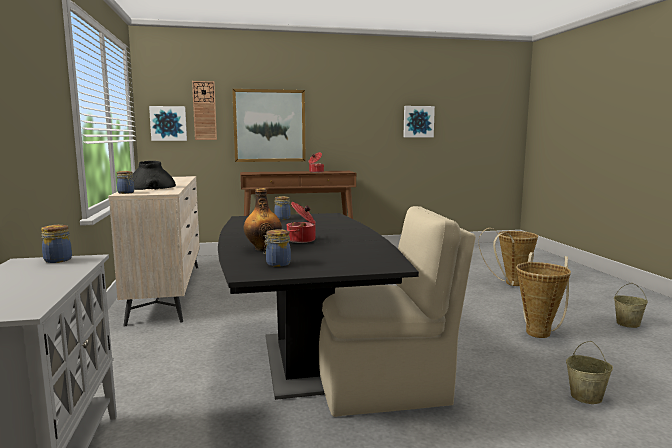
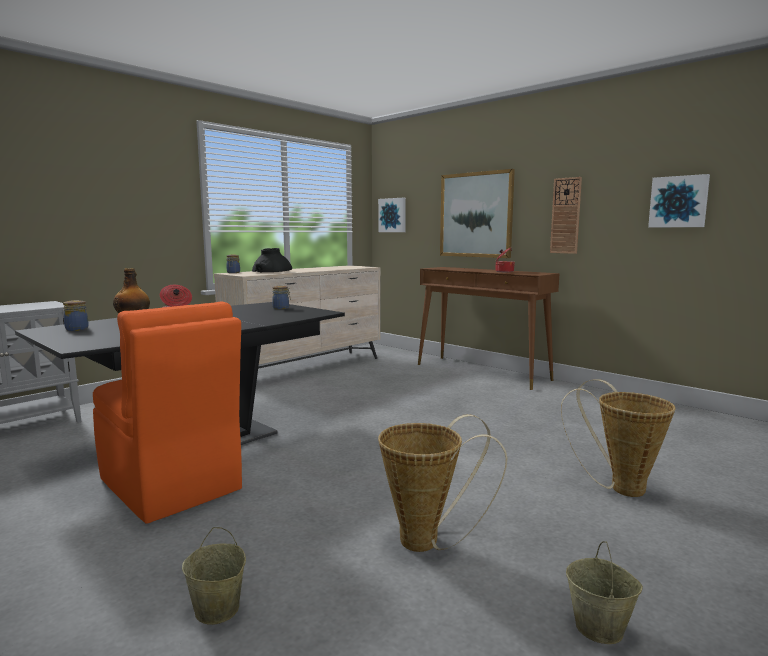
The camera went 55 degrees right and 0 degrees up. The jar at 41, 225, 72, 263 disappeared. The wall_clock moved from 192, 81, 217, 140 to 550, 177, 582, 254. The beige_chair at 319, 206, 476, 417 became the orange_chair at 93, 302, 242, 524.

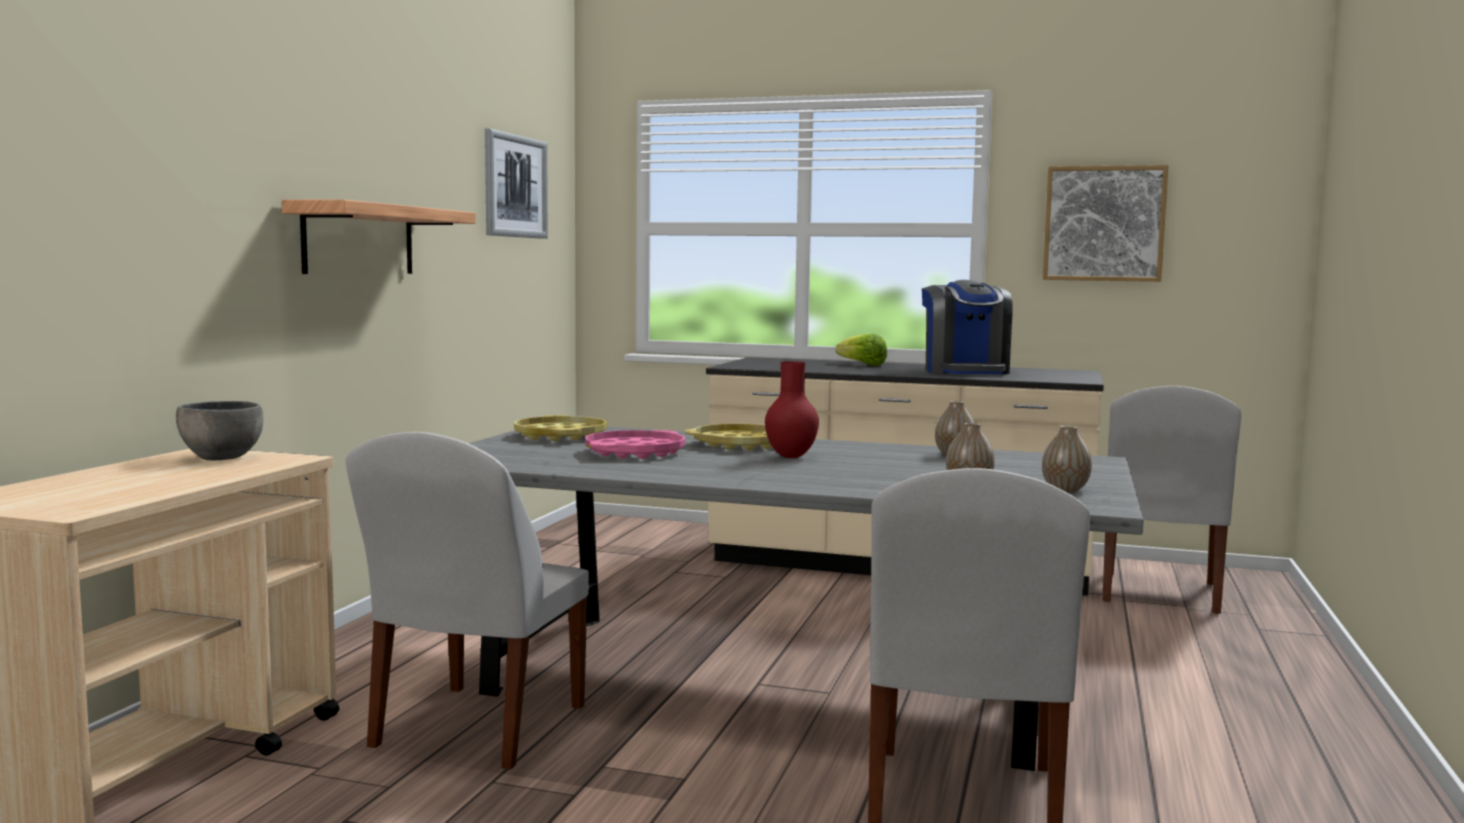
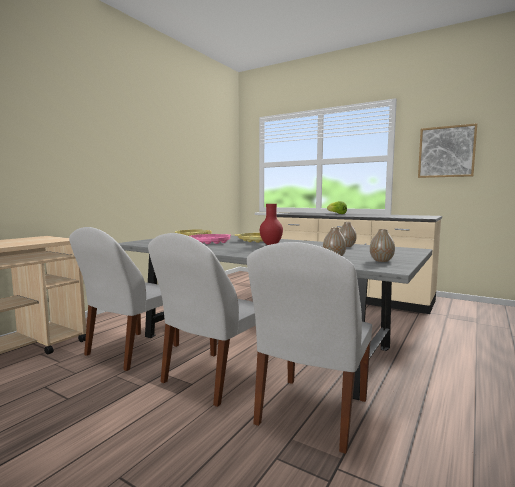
The camera went 15 degrees right and 0 degrees up. The grey_bowl at 176, 401, 263, 460 disappeared. The shelf at 282, 199, 476, 274 disappeared. The picture at 485, 128, 548, 239 disappeared. The coffee_machine at 922, 280, 1013, 374 disappeared. The white_chair moved from 1103, 386, 1241, 614 to 148, 233, 256, 407.

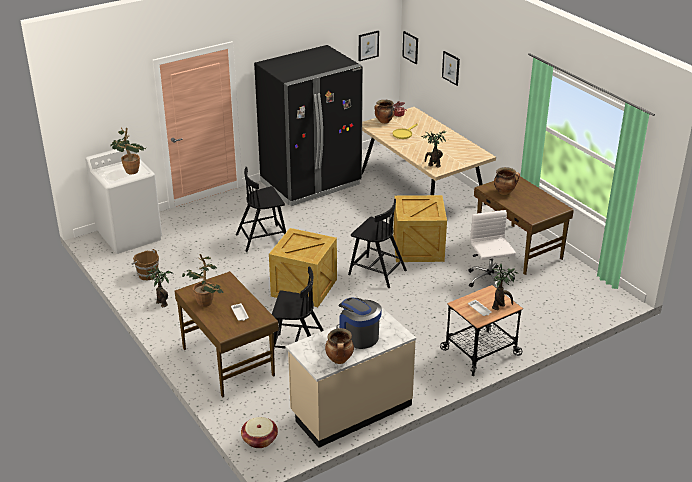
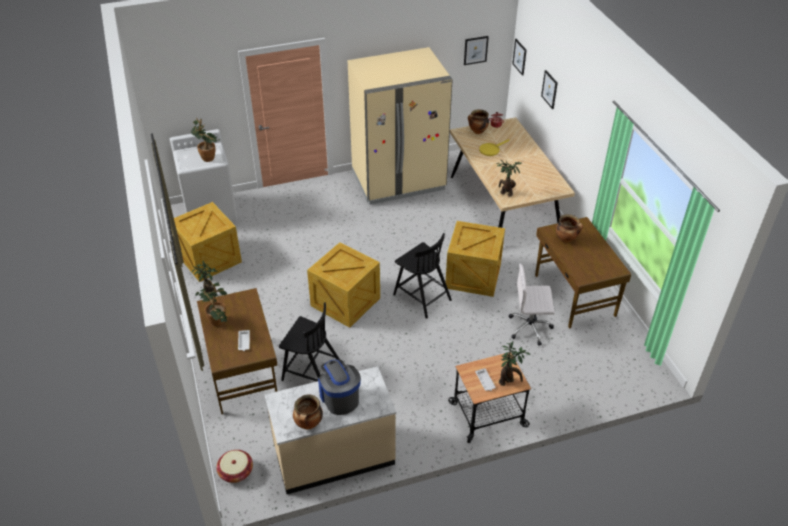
The camera went 15 degrees right and 10 degrees up. The brown_bucket at 132, 249, 159, 281 was replaced by the crate at 171, 202, 242, 282. The black_chair at 236, 167, 286, 252 disappeared. The black_fridge at 254, 45, 363, 206 became the beige_fridge at 348, 47, 453, 205. The white_office_chair at 468, 210, 516, 288 turned 90 degrees counterclockwise.

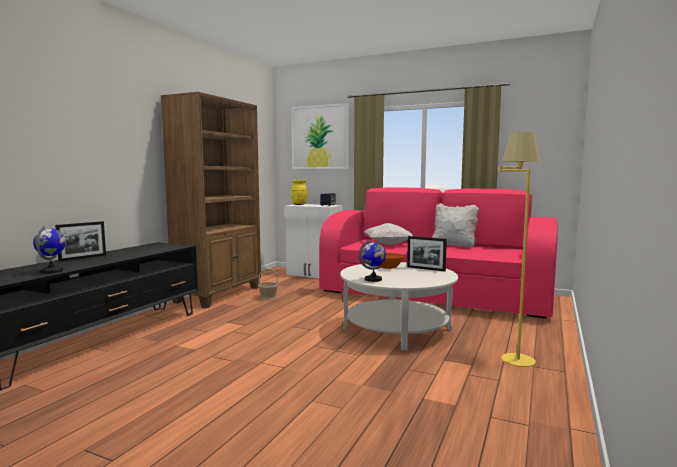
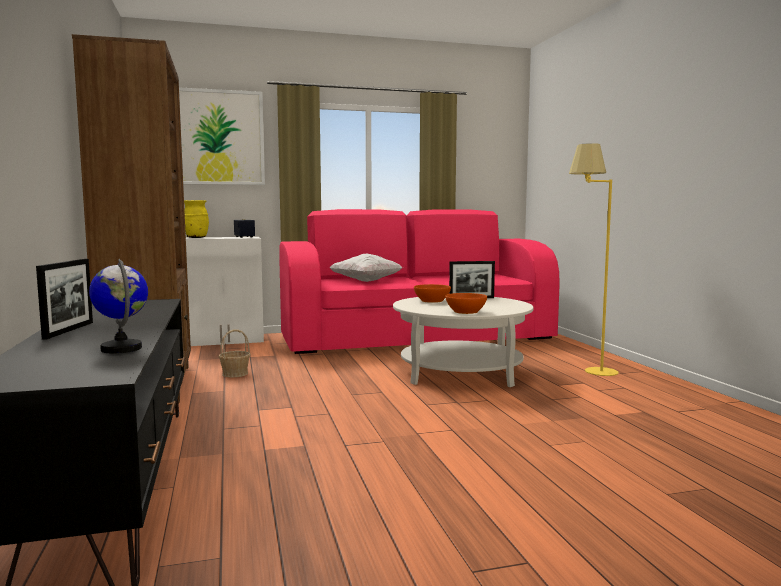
The camera went 40 degrees left and 0 degrees up. The globe at 359, 240, 386, 282 was replaced by the orange_bowl at 445, 293, 487, 314. The white_pillow at 432, 203, 479, 248 disappeared.

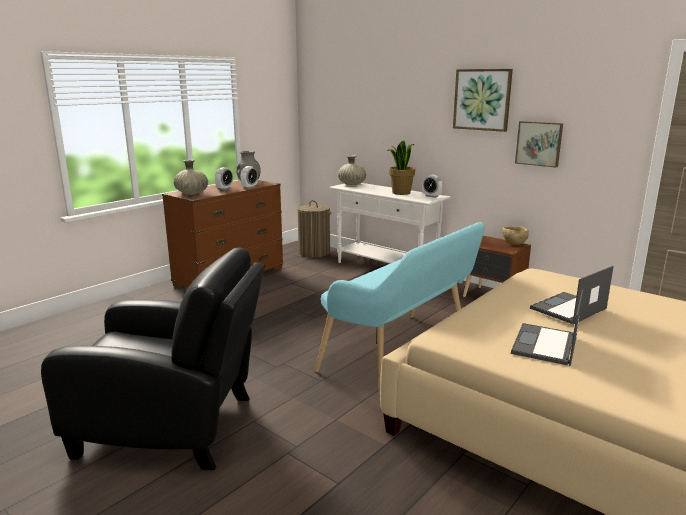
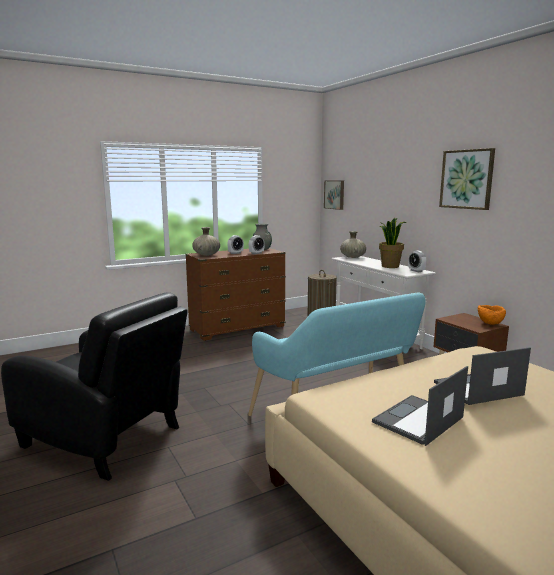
The camera went 20 degrees right and 5 degrees down. The beige_bowl at 502, 226, 529, 245 became the orange_bowl at 478, 305, 506, 325. The picture moved from 515, 121, 563, 168 to 324, 180, 344, 210.

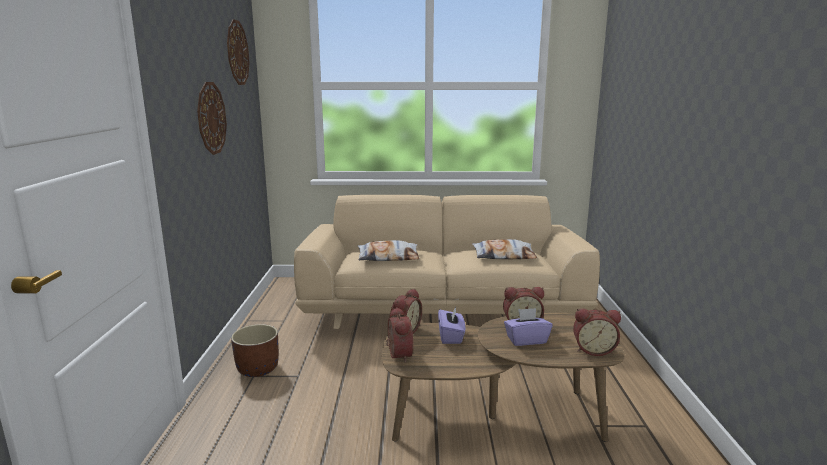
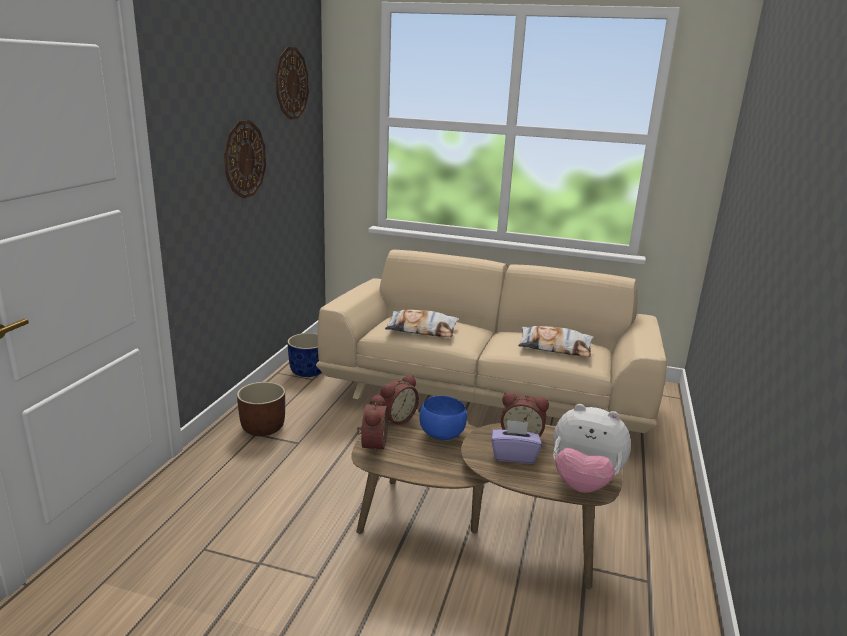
The camera went 15 degrees right and 5 degrees up. The purple_tissue_box at 438, 306, 465, 344 was replaced by the blue_bowl at 419, 396, 467, 440. The alarm_clock at 573, 308, 621, 356 was replaced by the plush_toy at 553, 404, 631, 493. The blue_planter at 287, 333, 322, 377 appeared.

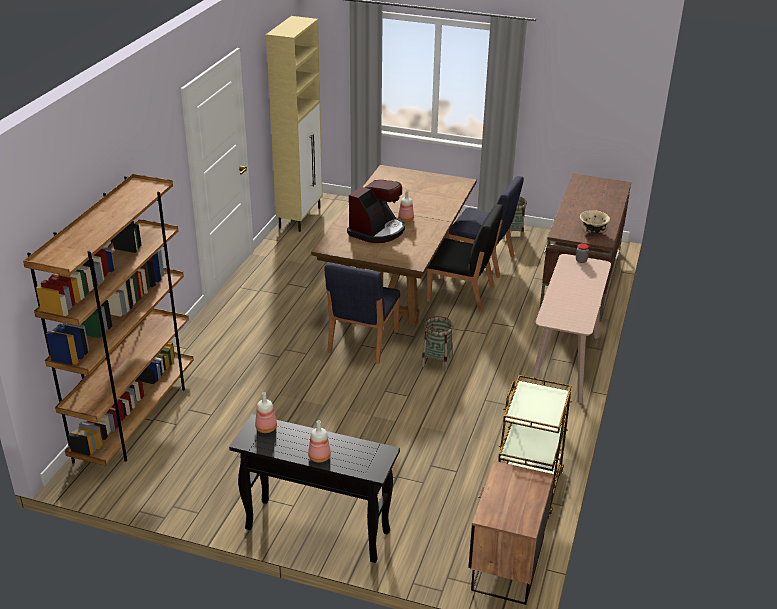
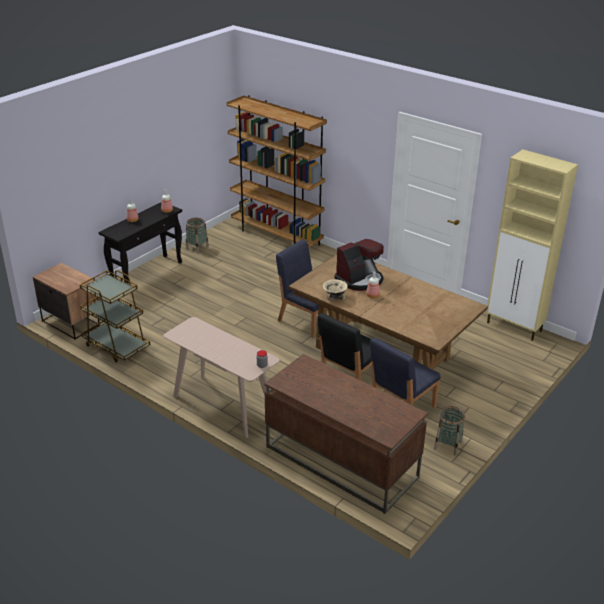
The camera went 110 degrees right and 0 degrees up. The coffee_machine at 347, 180, 405, 243 turned 90 degrees counterclockwise. The basket moved from 421, 316, 453, 371 to 186, 218, 209, 253. The beige_bowl moved from 580, 210, 610, 234 to 323, 279, 348, 300.

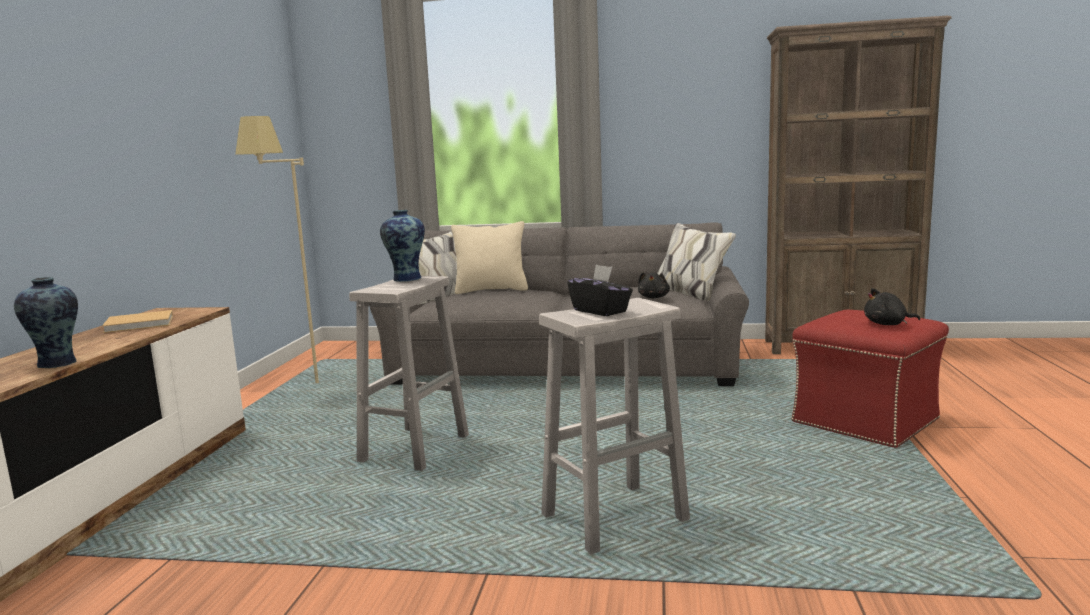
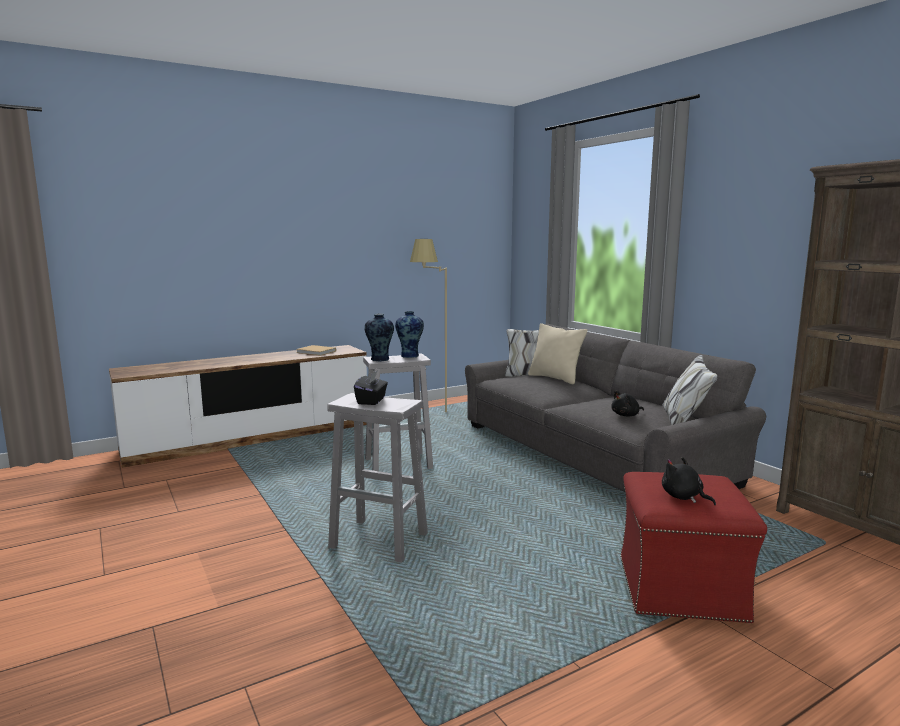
The camera went 50 degrees right and 0 degrees up. The vase moved from 14, 277, 78, 368 to 365, 313, 394, 361.

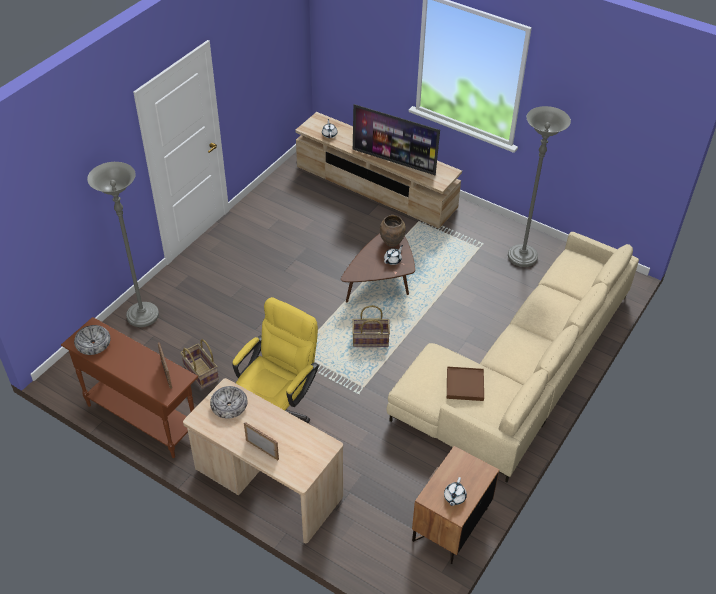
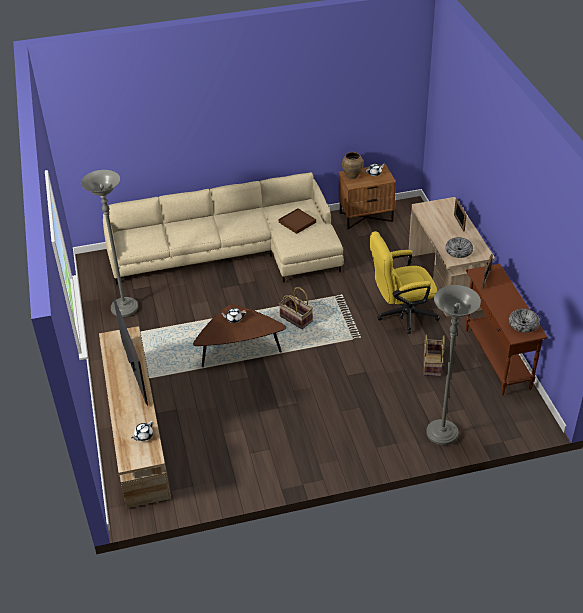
The camera went 135 degrees left and 5 degrees down. The brown_vase moved from 380, 215, 406, 247 to 342, 152, 363, 179.

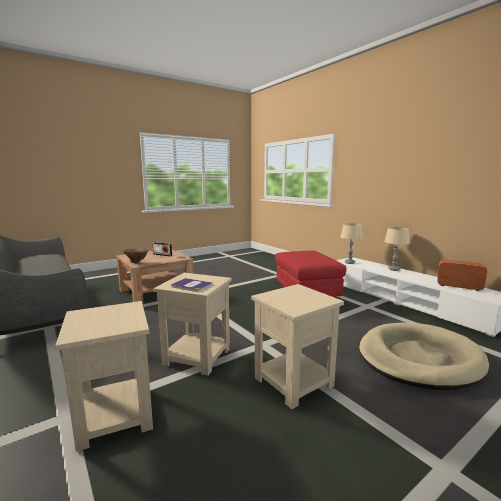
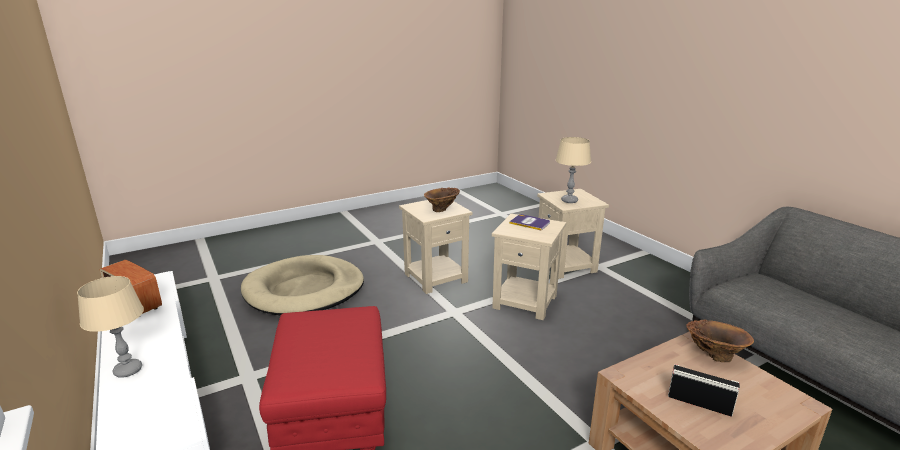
The camera went 175 degrees left and 10 degrees up. The beige_table_lamp moved from 341, 223, 363, 264 to 556, 137, 591, 203. The brown_vase at 424, 187, 460, 212 appeared.

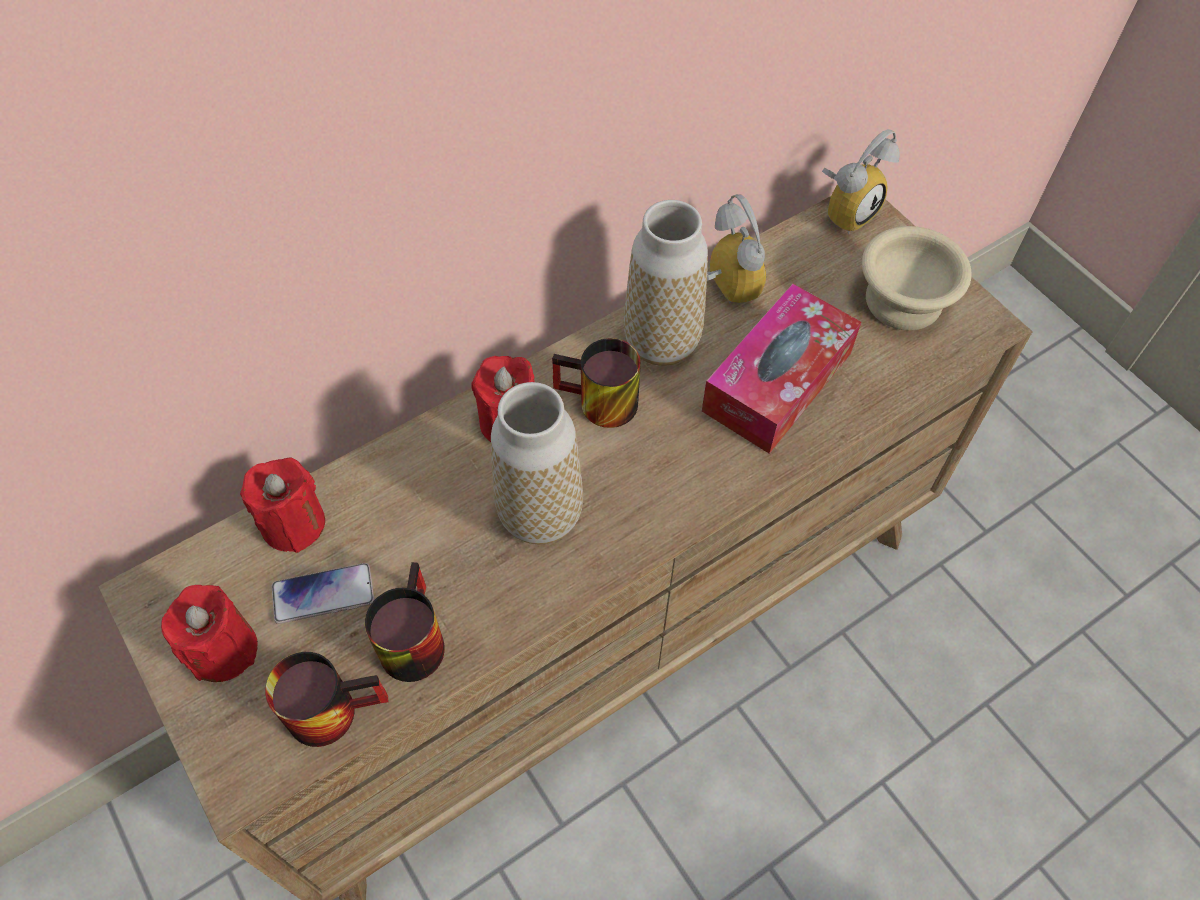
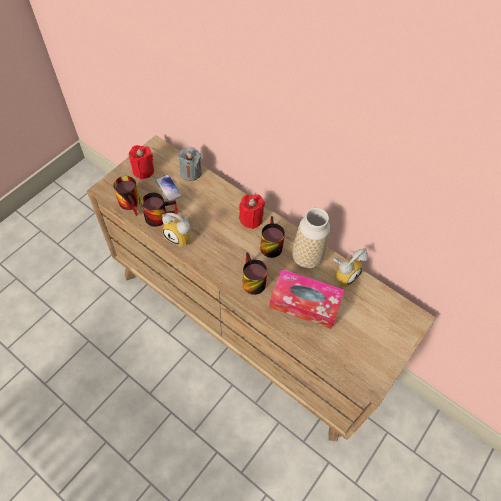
The camera went 70 degrees right and 0 degrees up. The red_candle at 240, 458, 325, 553 became the grey_candle at 178, 147, 202, 181. The vase at 491, 382, 583, 545 disappeared. The alarm_clock moved from 822, 129, 900, 234 to 162, 213, 190, 247. The beige_bowl at 862, 226, 972, 331 disappeared. The mug at 243, 252, 267, 295 appeared.

